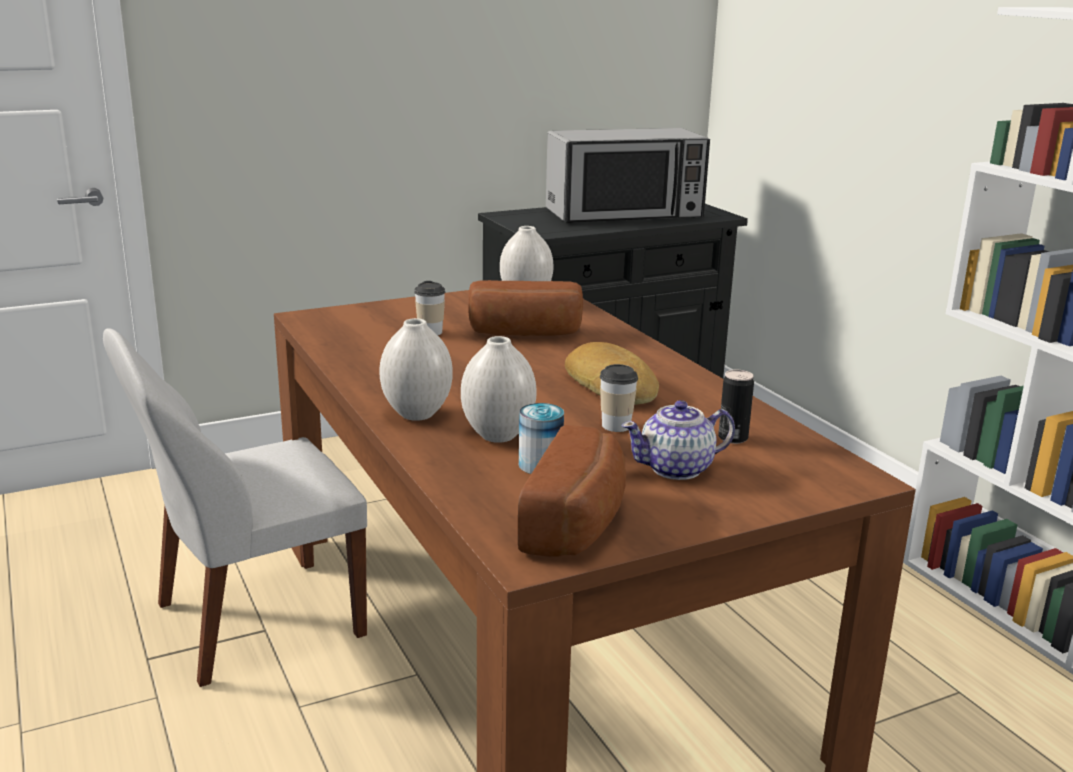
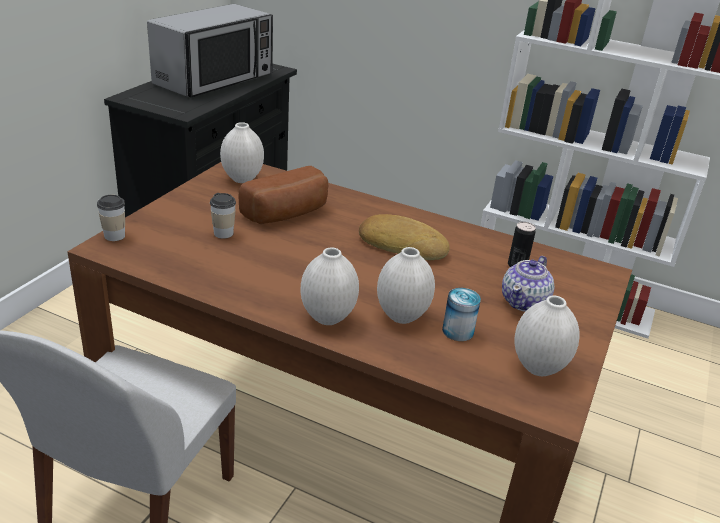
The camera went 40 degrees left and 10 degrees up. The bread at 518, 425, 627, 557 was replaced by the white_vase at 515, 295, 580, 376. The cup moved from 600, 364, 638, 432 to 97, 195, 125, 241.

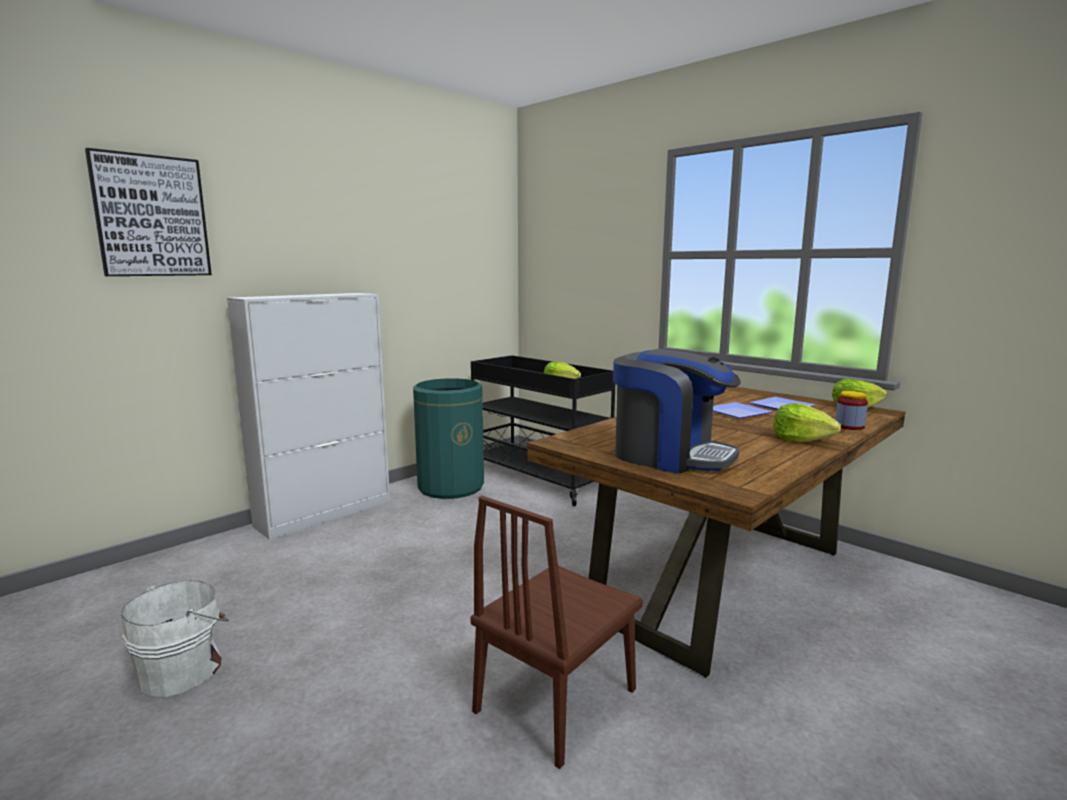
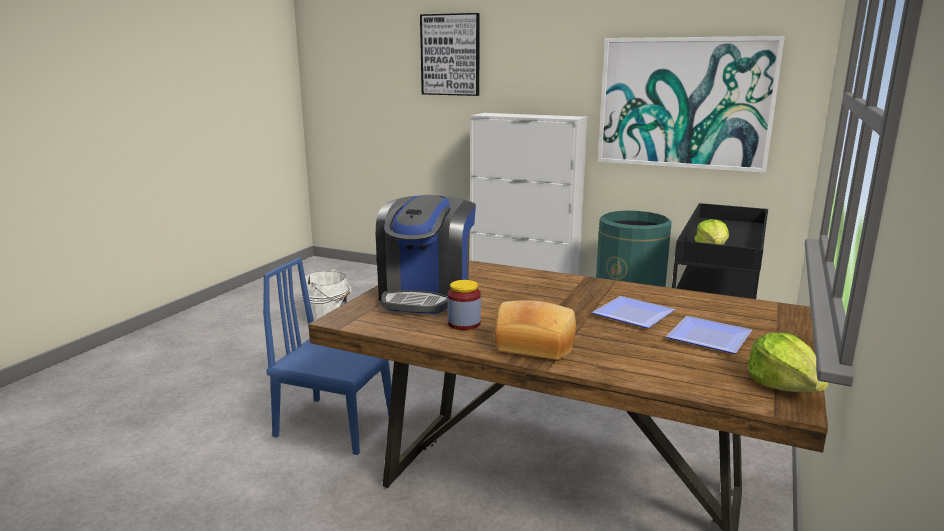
The camera went 70 degrees right and 5 degrees up. The brown_chair at 470, 496, 643, 769 became the blue_chair at 263, 257, 392, 455. The lettuce at 773, 403, 841, 442 was replaced by the bread at 495, 300, 576, 360. The jar moved from 835, 391, 868, 430 to 447, 280, 481, 330. The picture at 598, 36, 785, 173 appeared.

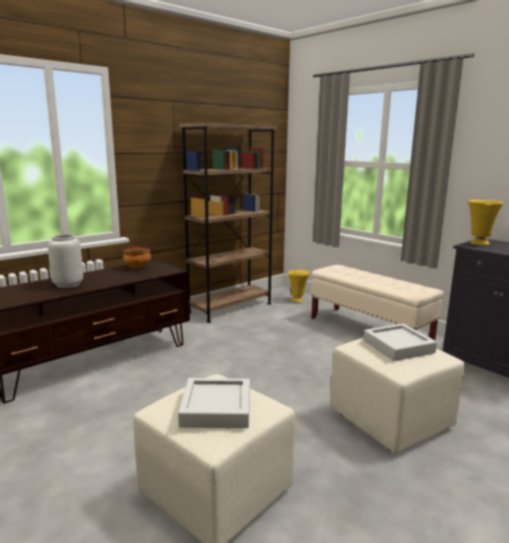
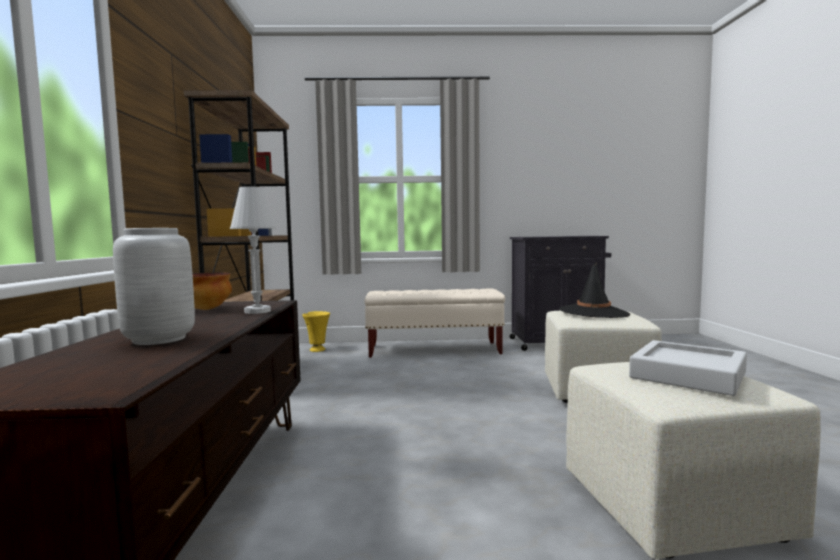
The camera went 50 degrees left and 10 degrees down. The grey_tray at 363, 324, 437, 361 was replaced by the black_hat at 559, 262, 630, 318. The yellow_vase at 468, 200, 503, 245 disappeared. The white_table_lamp at 230, 186, 276, 314 appeared.

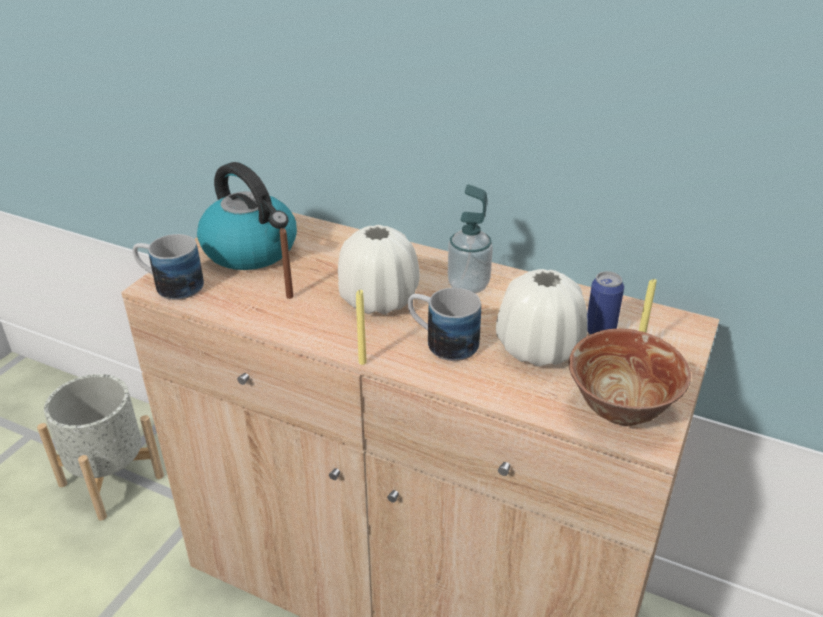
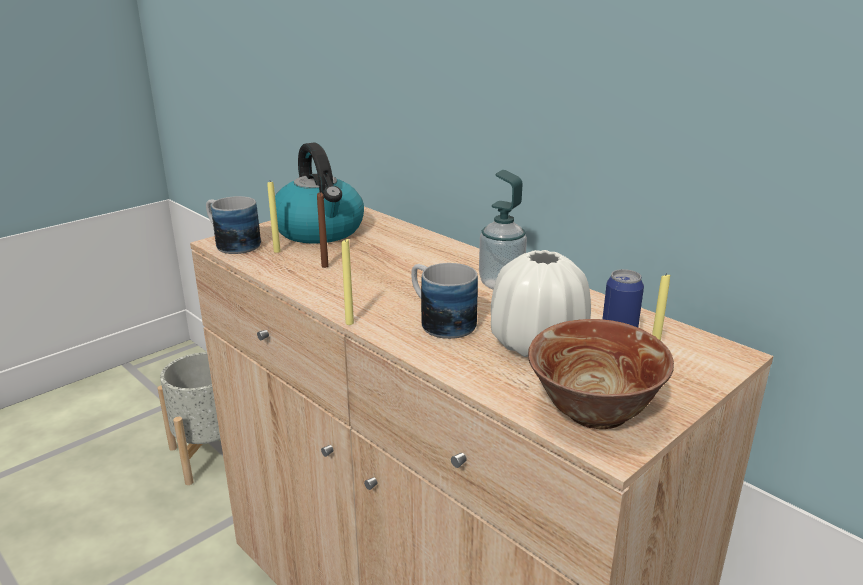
The camera went 20 degrees right and 10 degrees down. The white_vase at 338, 225, 420, 314 disappeared. The yellow_candle at 267, 182, 281, 253 appeared.

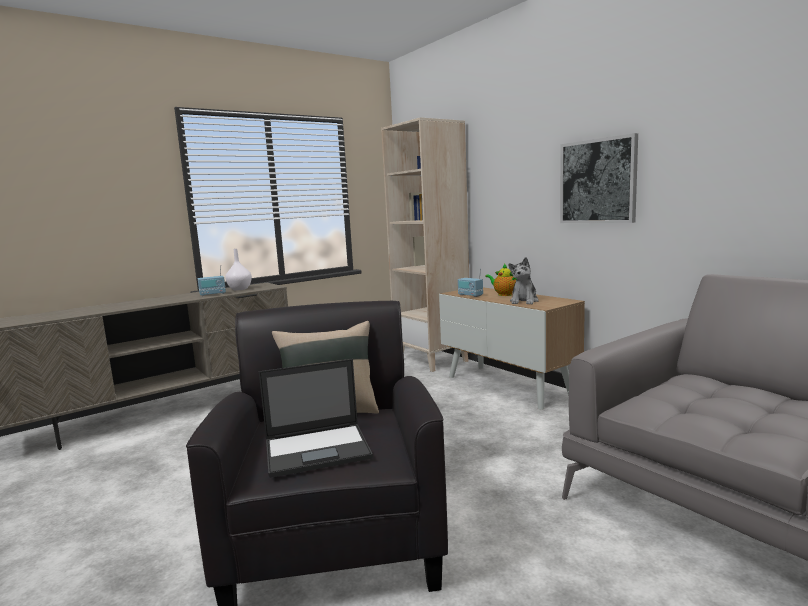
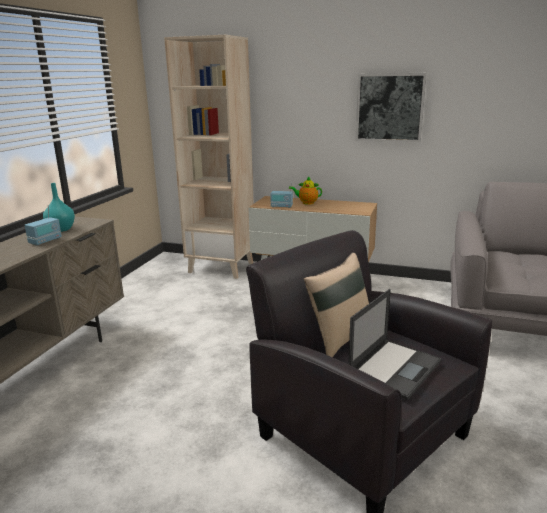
The camera went 35 degrees left and 10 degrees up. The white_vase at 225, 249, 252, 290 became the turquoise_vase at 43, 183, 75, 232. The plush_toy at 508, 257, 539, 304 disappeared.

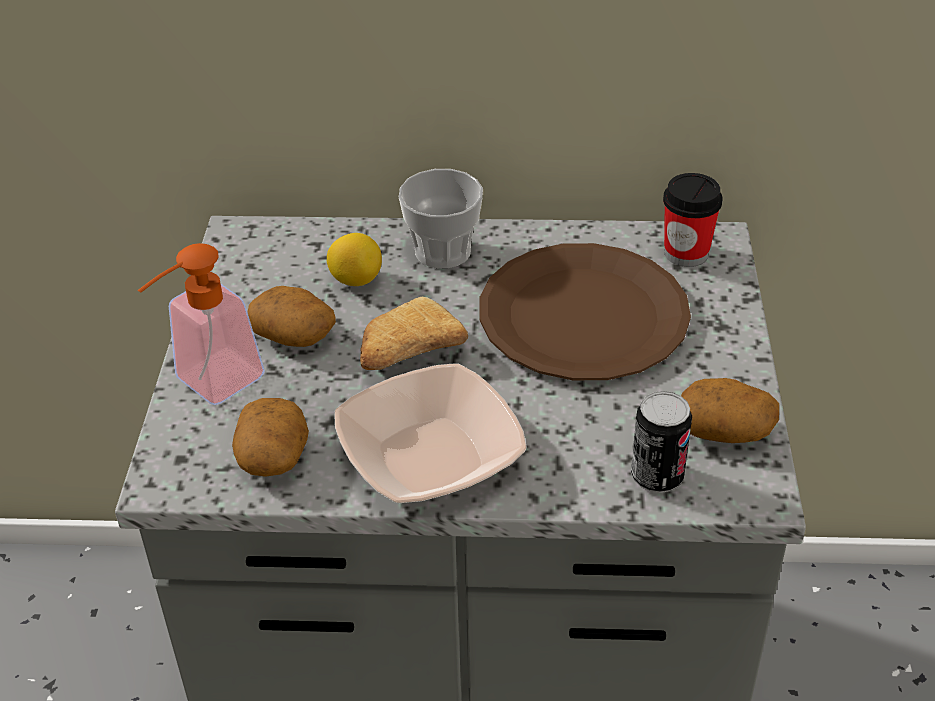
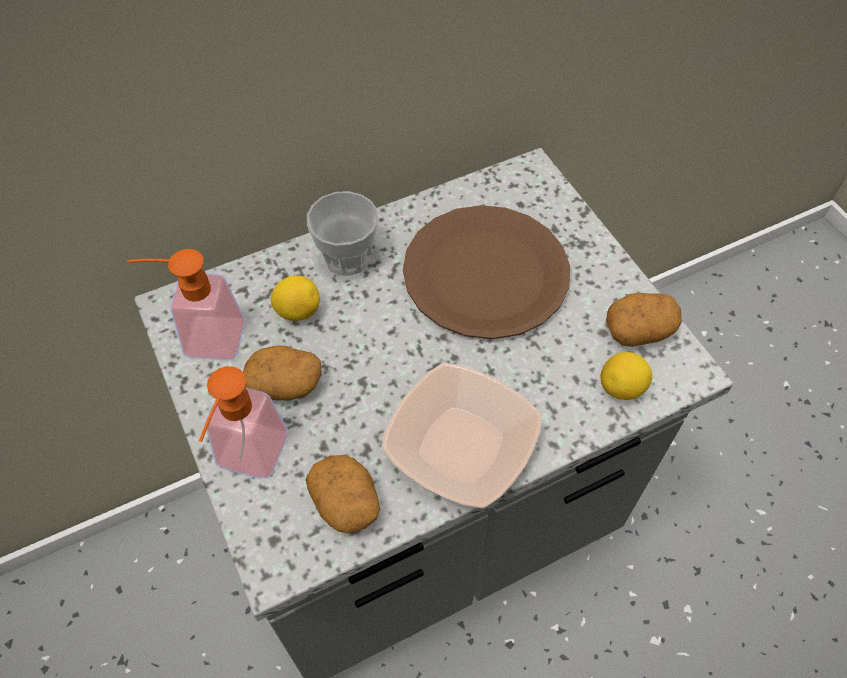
The camera went 30 degrees left and 15 degrees up. The bread at 360, 297, 468, 370 disappeared. The can at 631, 391, 692, 493 was replaced by the lemon at 601, 352, 652, 400. The cup at 663, 173, 722, 267 disappeared. The soap_dispenser at 127, 249, 245, 360 appeared.

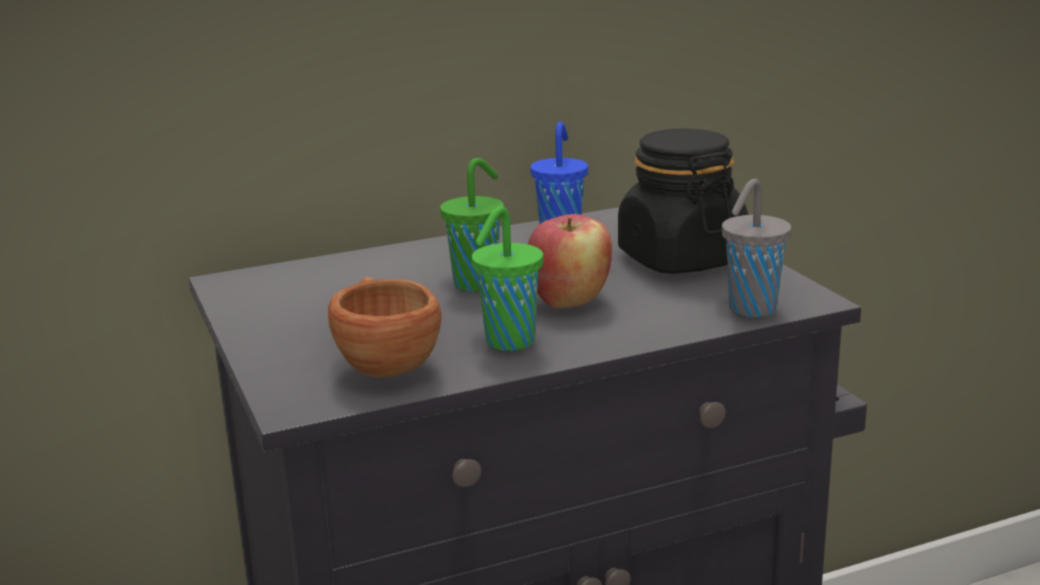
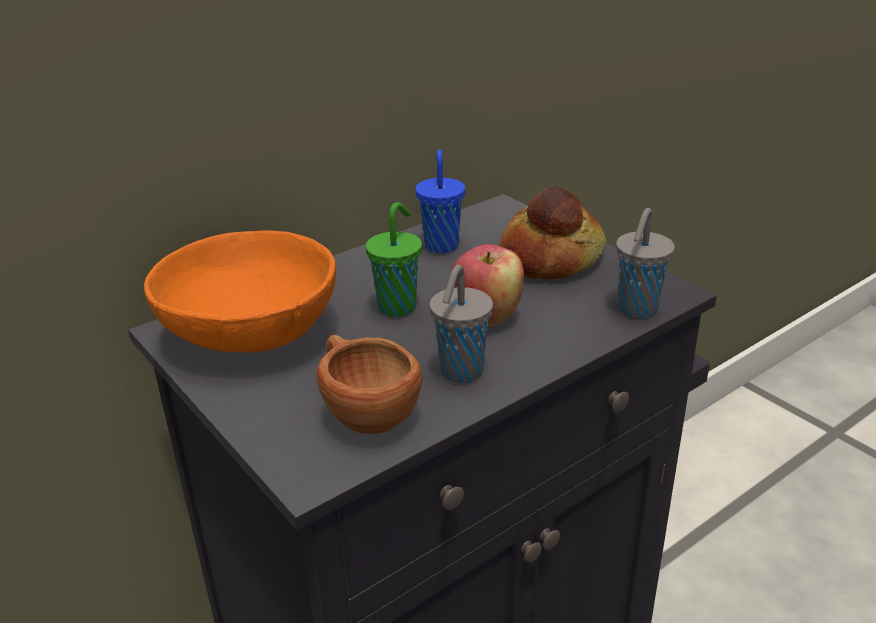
The camera went 15 degrees left and 10 degrees up. The green_cup at 471, 206, 543, 351 became the grey_cup at 430, 265, 493, 383. The black_jar at 618, 128, 748, 274 was replaced by the bread at 500, 186, 606, 279. The orange_bowl at 144, 231, 336, 352 appeared.

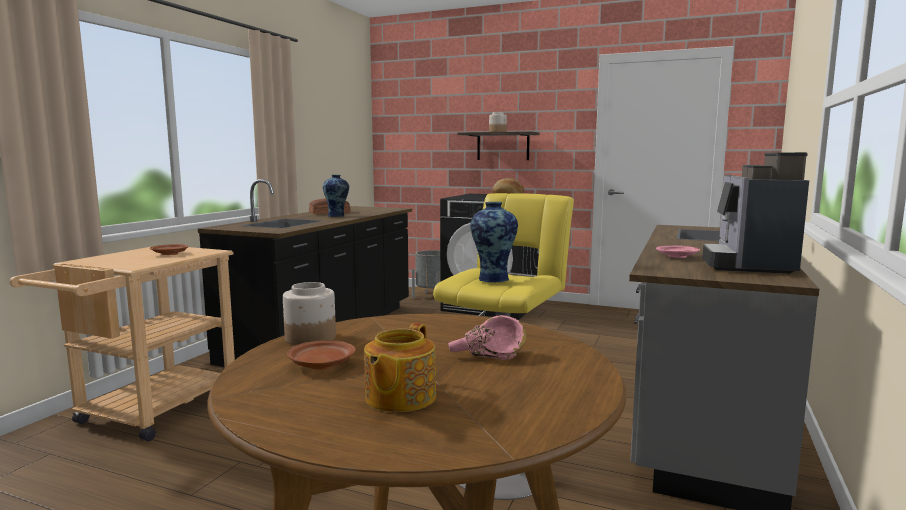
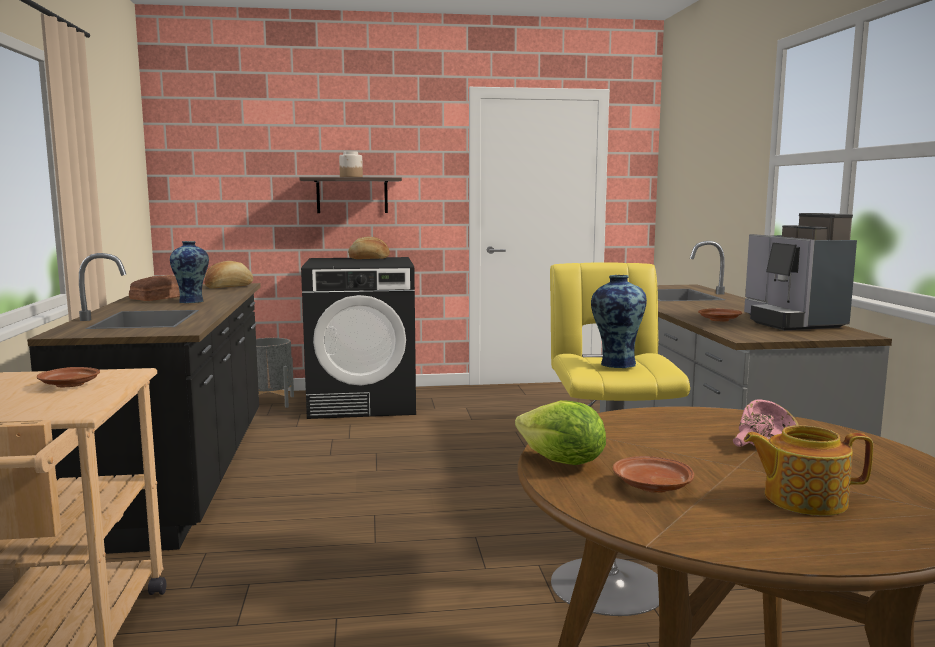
The camera went 30 degrees left and 0 degrees up. The jar at 283, 282, 336, 346 was replaced by the lettuce at 515, 400, 606, 465. The teapot at 364, 323, 436, 412 turned 105 degrees clockwise. The pink_plate at 656, 245, 700, 258 became the brown_plate at 698, 308, 742, 321. The bread at 204, 261, 253, 289 appeared.

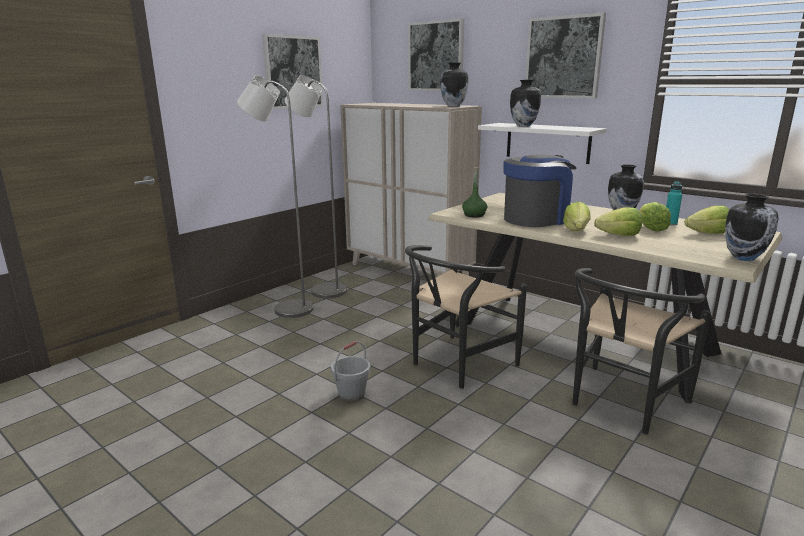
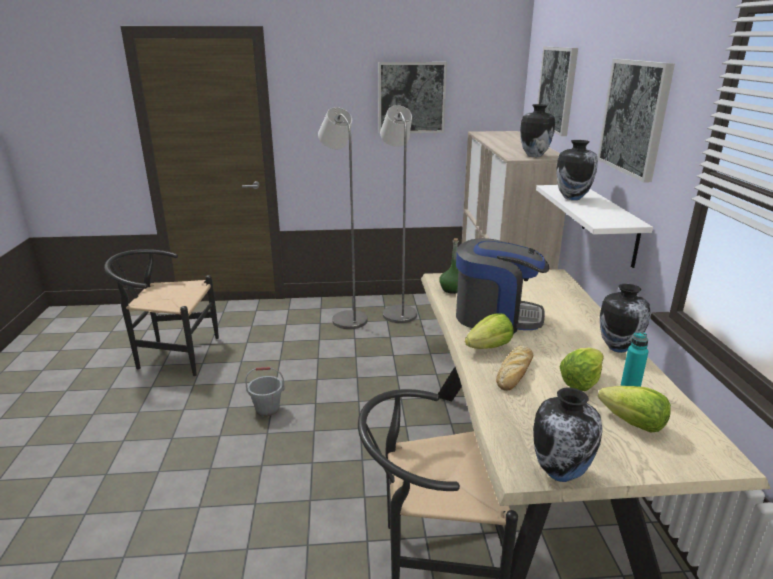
The camera went 45 degrees right and 5 degrees up. The black_chair moved from 405, 245, 527, 389 to 104, 249, 219, 376. The lettuce at 594, 207, 642, 236 was replaced by the bread at 496, 346, 533, 391.

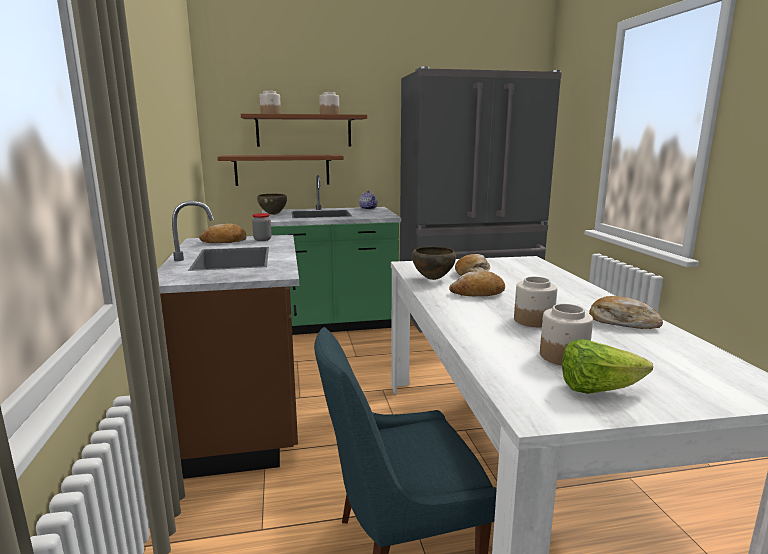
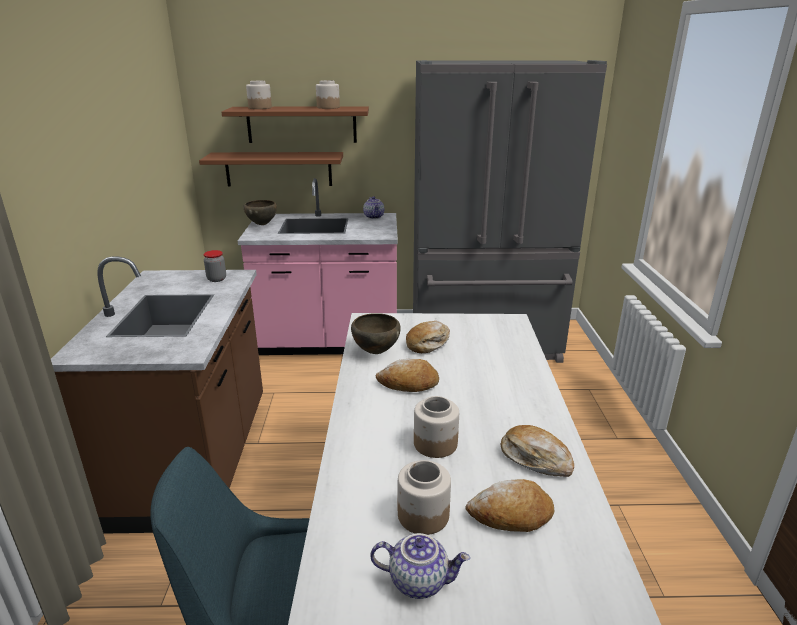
The camera went 10 degrees right and 10 degrees up. The bread moved from 199, 224, 247, 243 to 466, 479, 554, 532. The green_counter at 262, 175, 401, 335 became the pink_counter at 238, 178, 398, 355. The lettuce at 562, 339, 653, 394 was replaced by the teapot at 371, 533, 470, 599.

